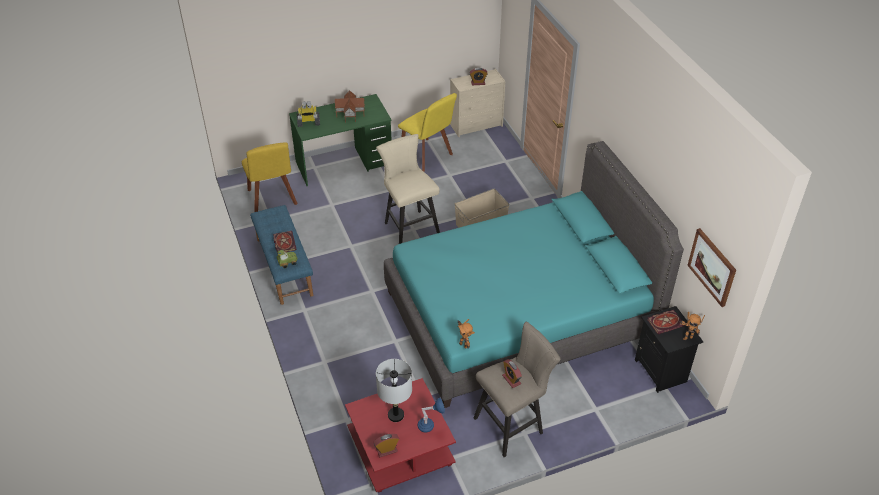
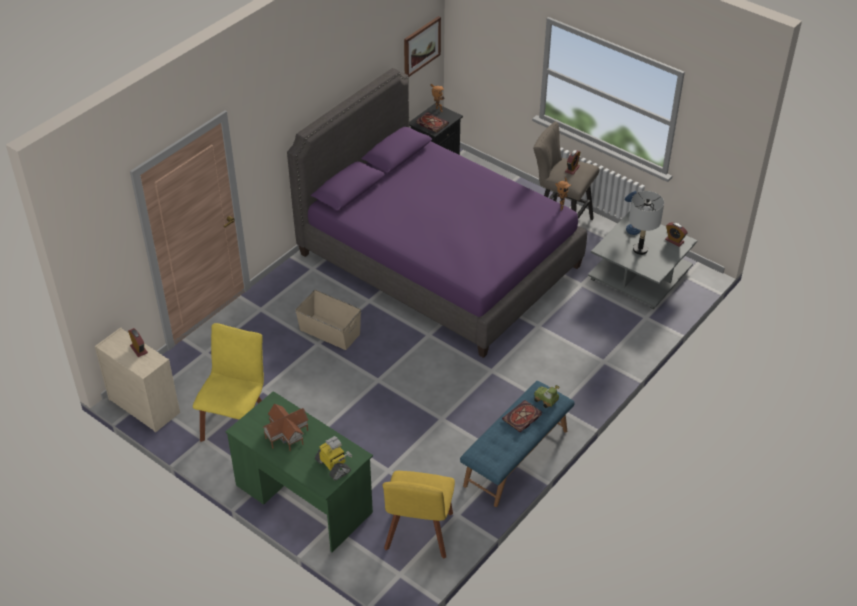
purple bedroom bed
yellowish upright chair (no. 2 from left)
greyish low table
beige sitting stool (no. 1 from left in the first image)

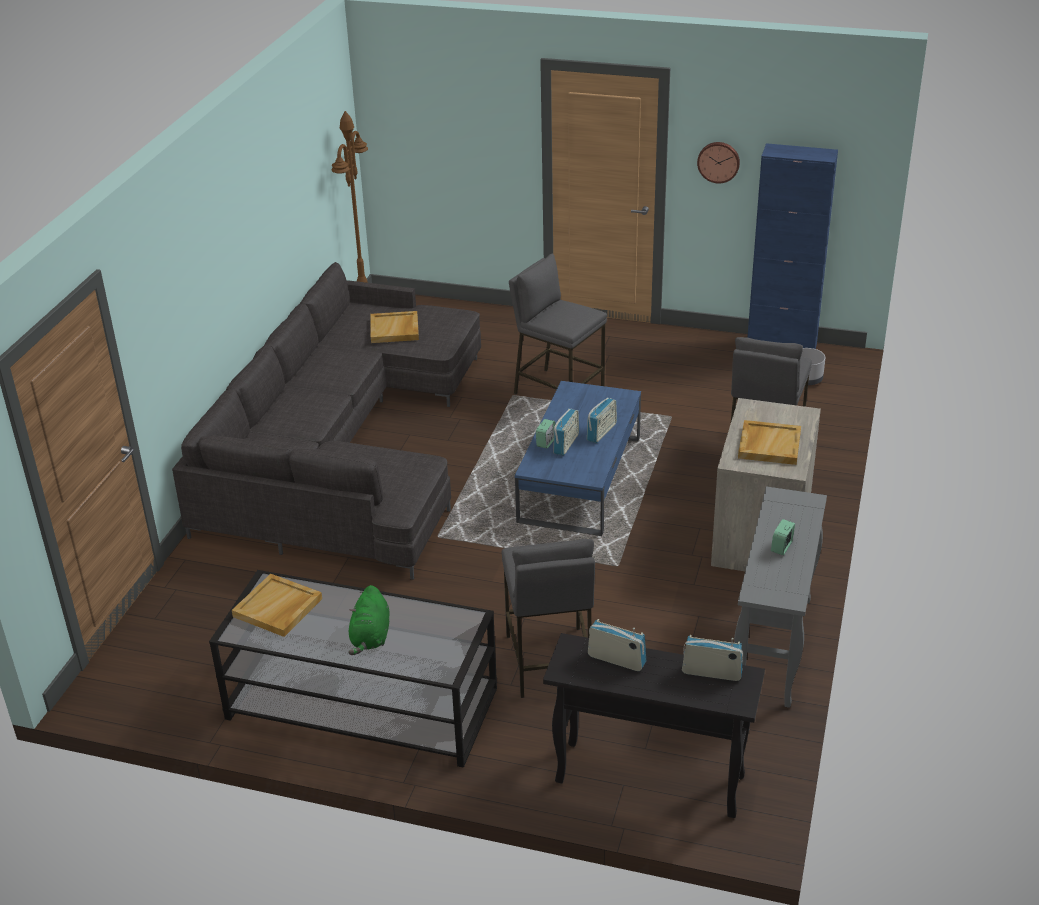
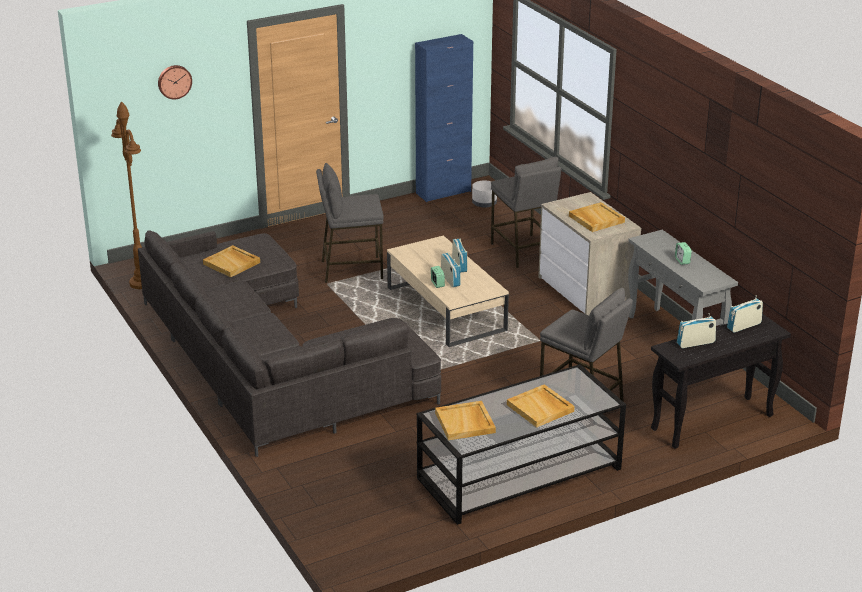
wall clock
beige low table
beige serving tray (no. 3 from left)

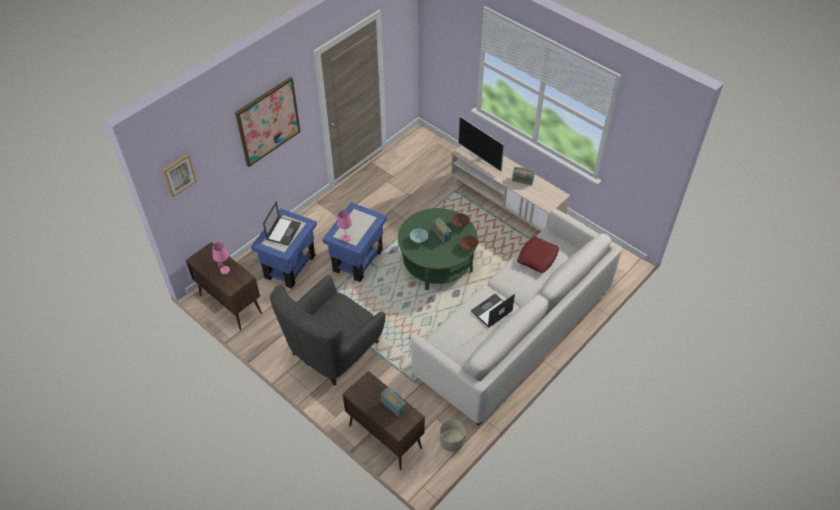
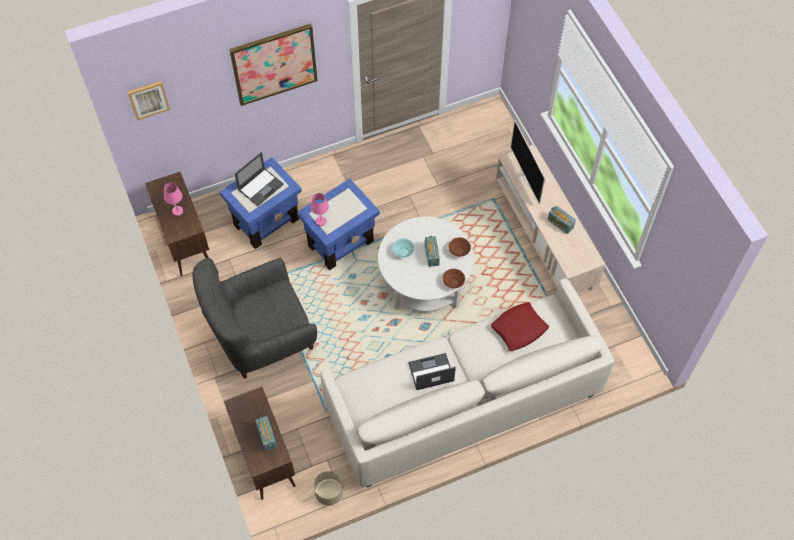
whitish low table

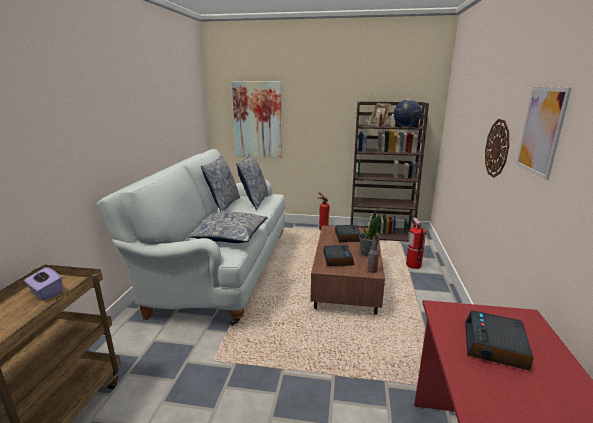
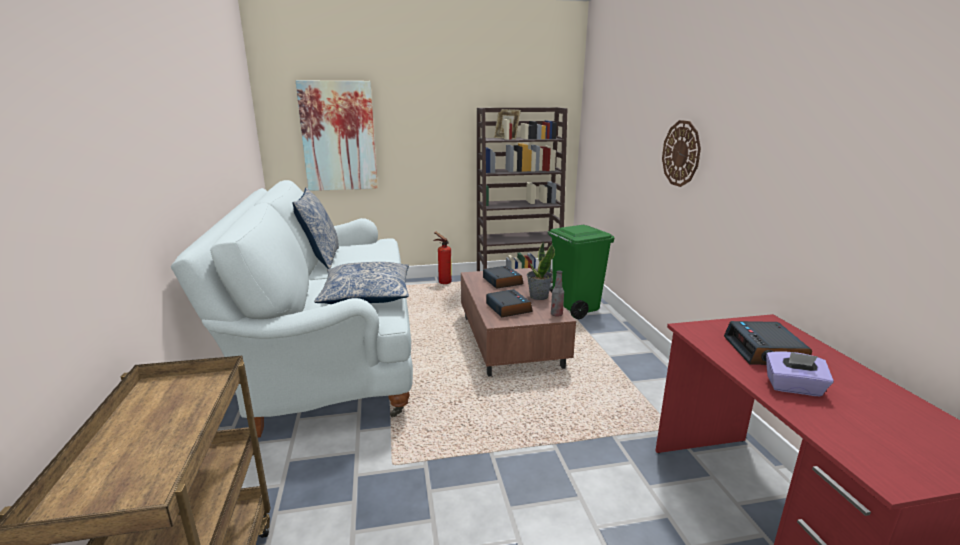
greenish rubbish bin
purple box of tissues
throw pillow (no. 3 from left in the first image)
desk globe
wall picture (no. 2 from left in the first image)

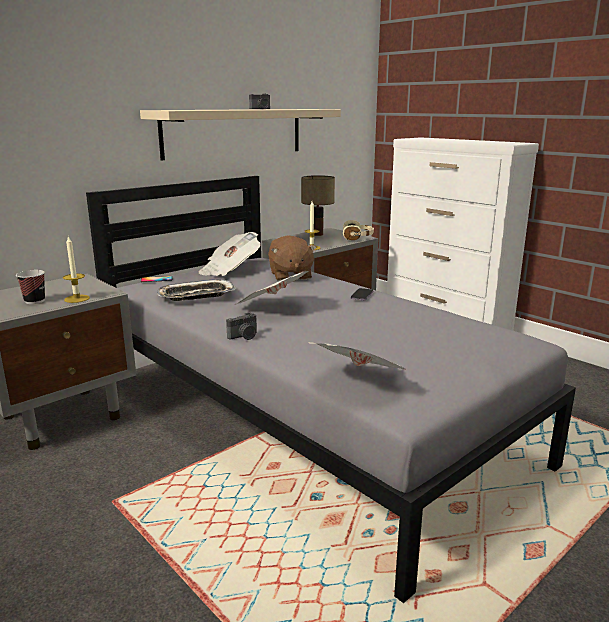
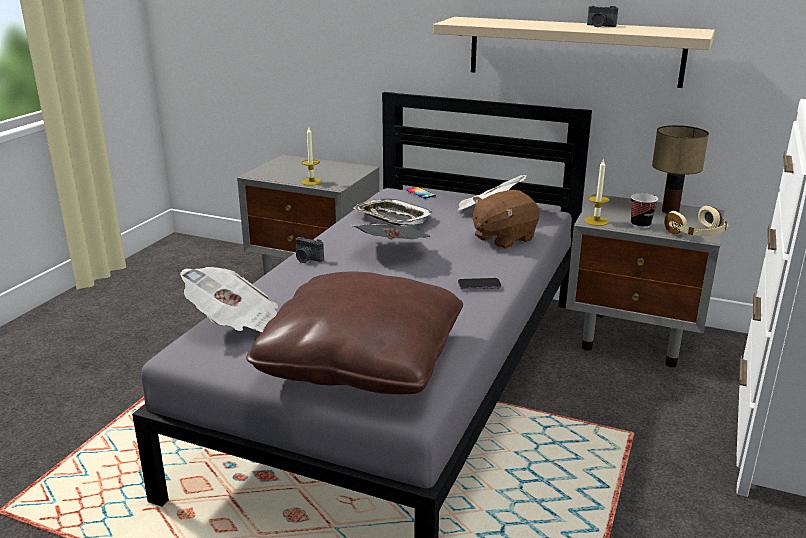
brown throw pillow
cup

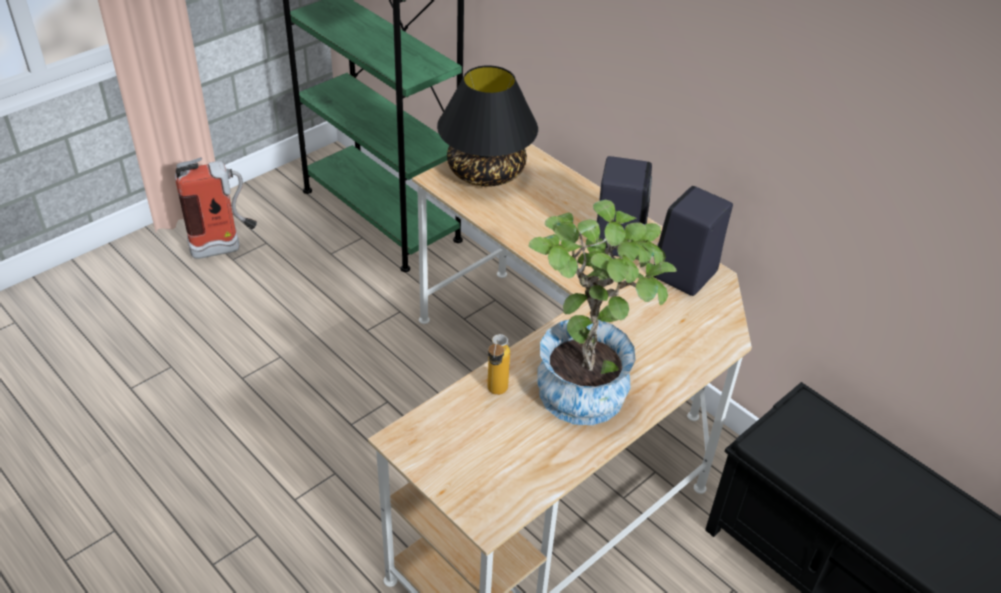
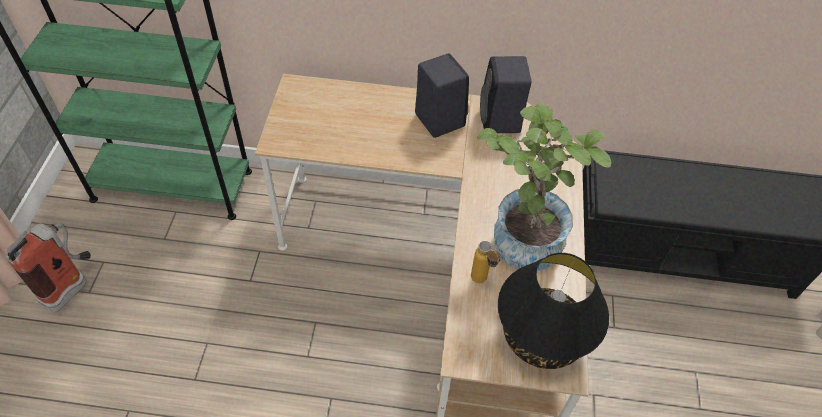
black lamp for a table

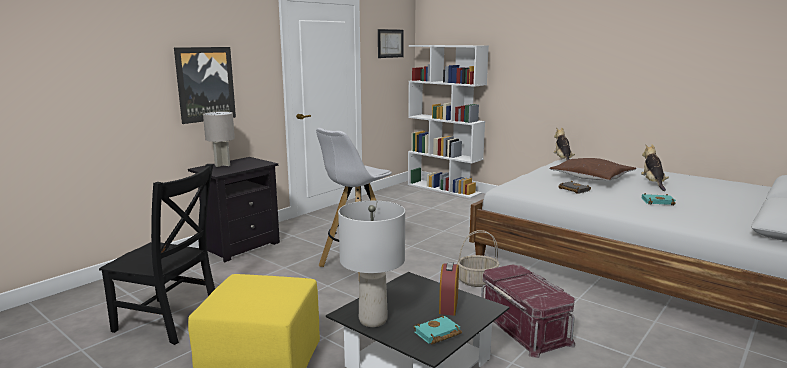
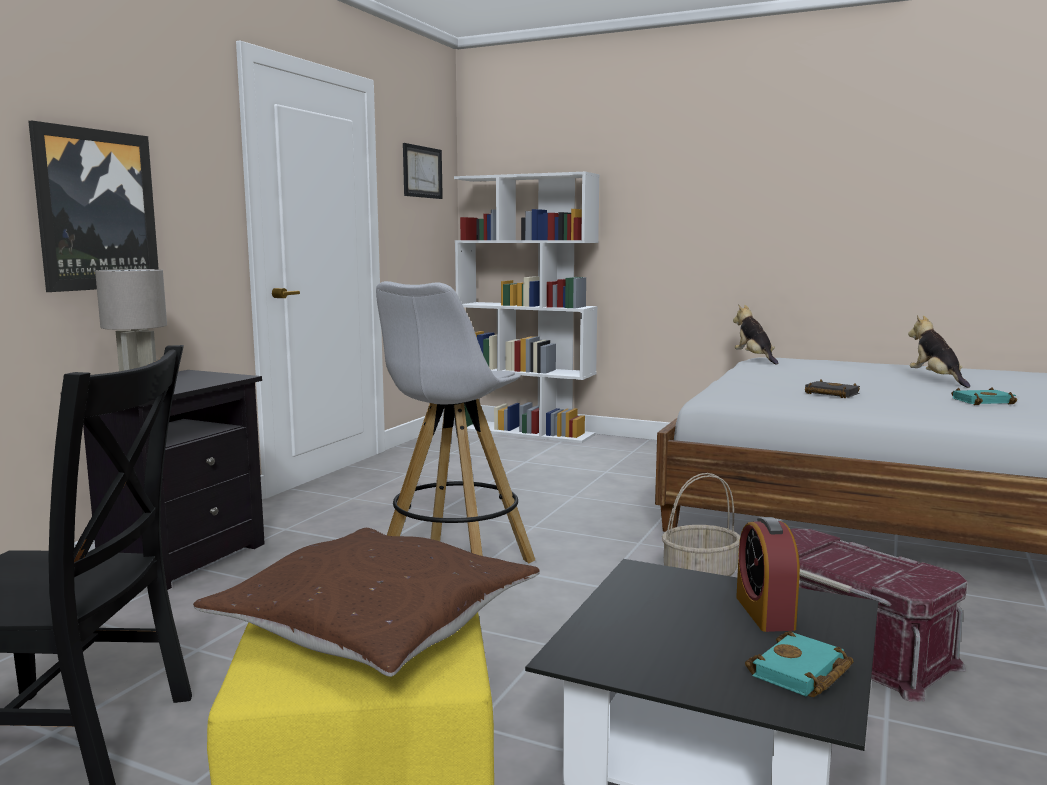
brown throw pillow
greyish lamp for a table (no. 2 from left in the first image)

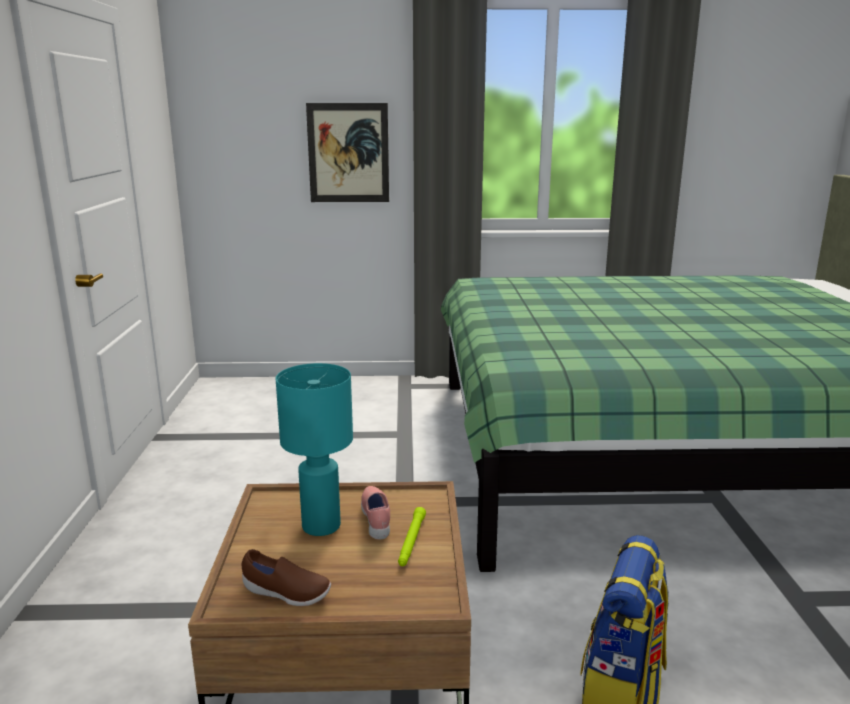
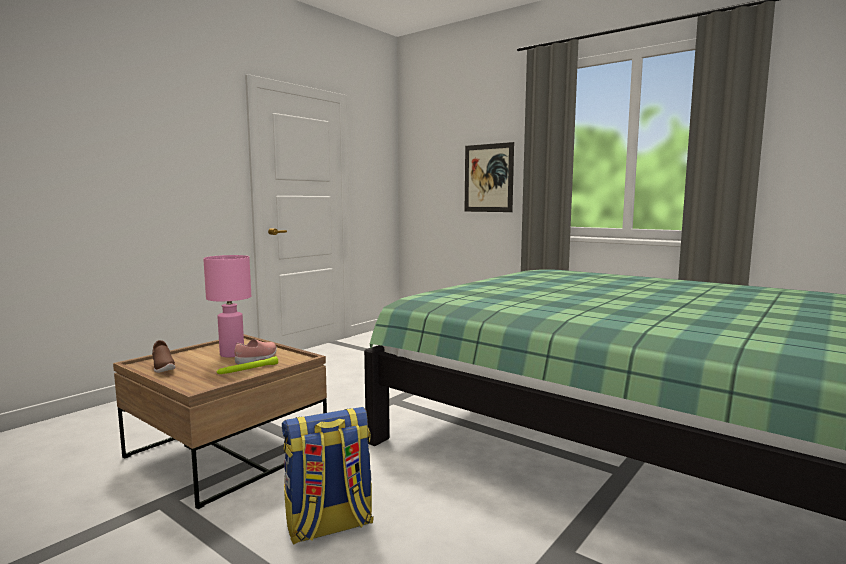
pink lamp for a table

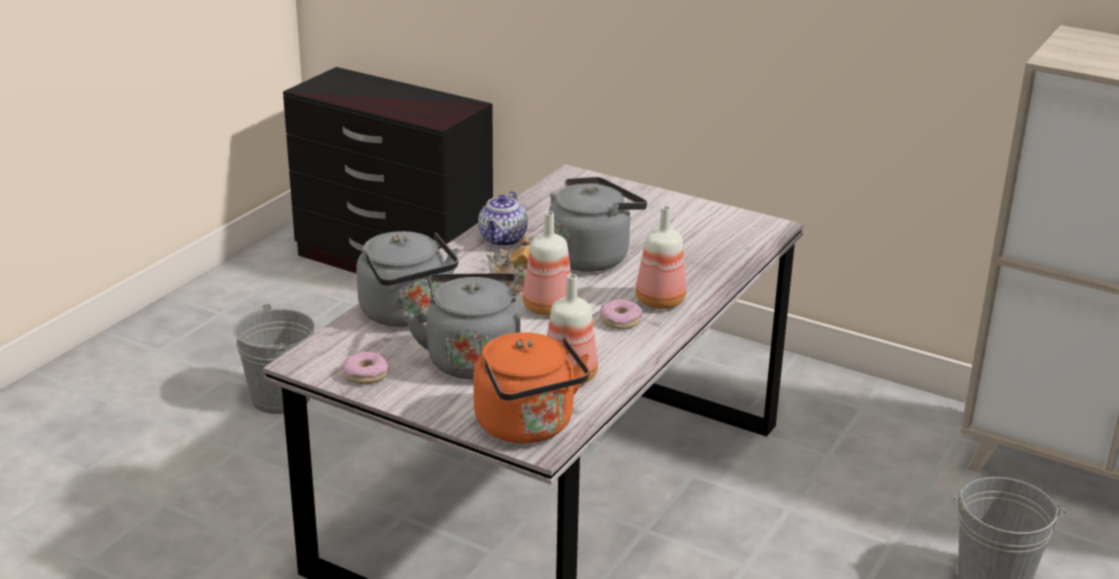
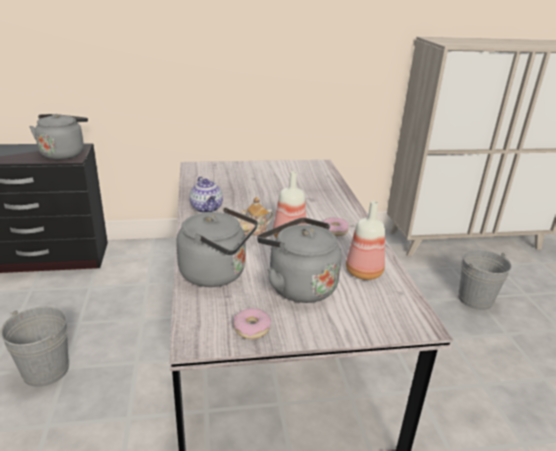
greyish kettle (no. 1 from left)
orange kettle
bottle (no. 3 from left in the first image)

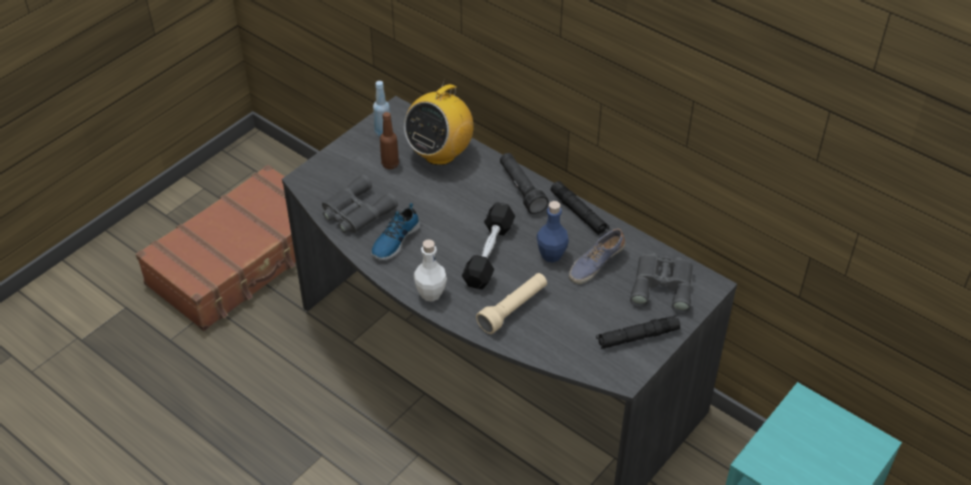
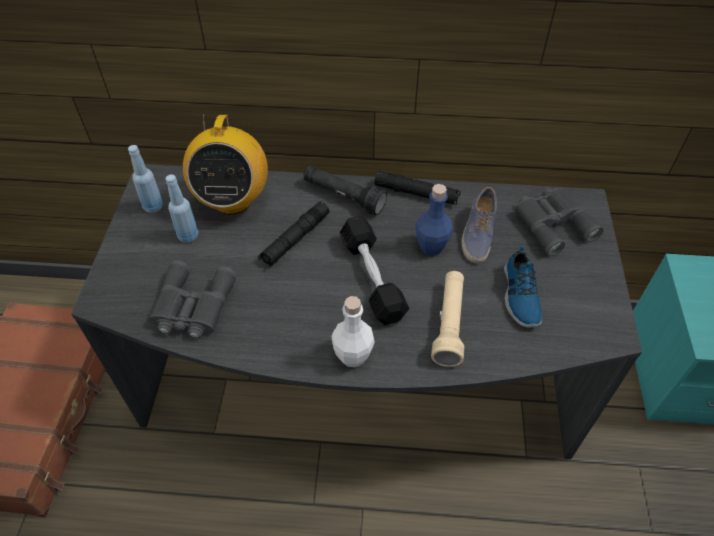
bluish bottle (no. 2 from left)
black hand torch (no. 1 from left)
low shoe (no. 2 from left)

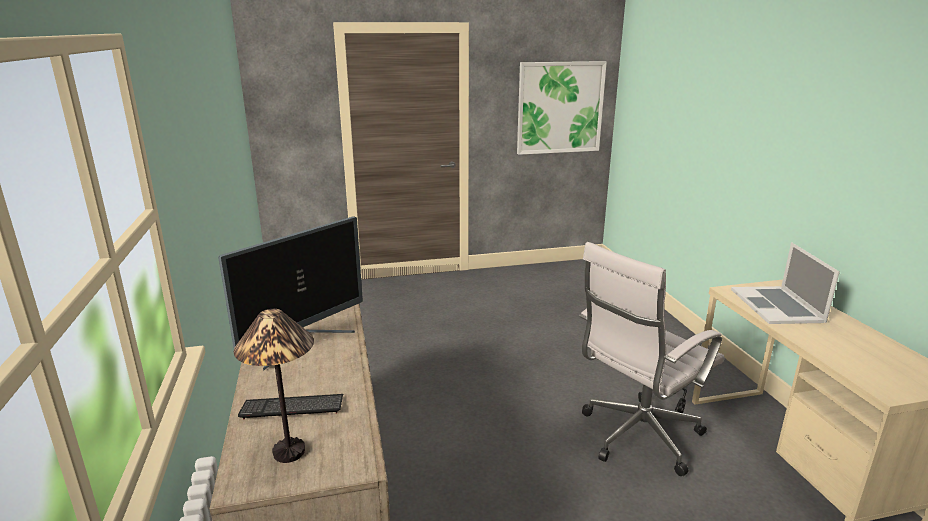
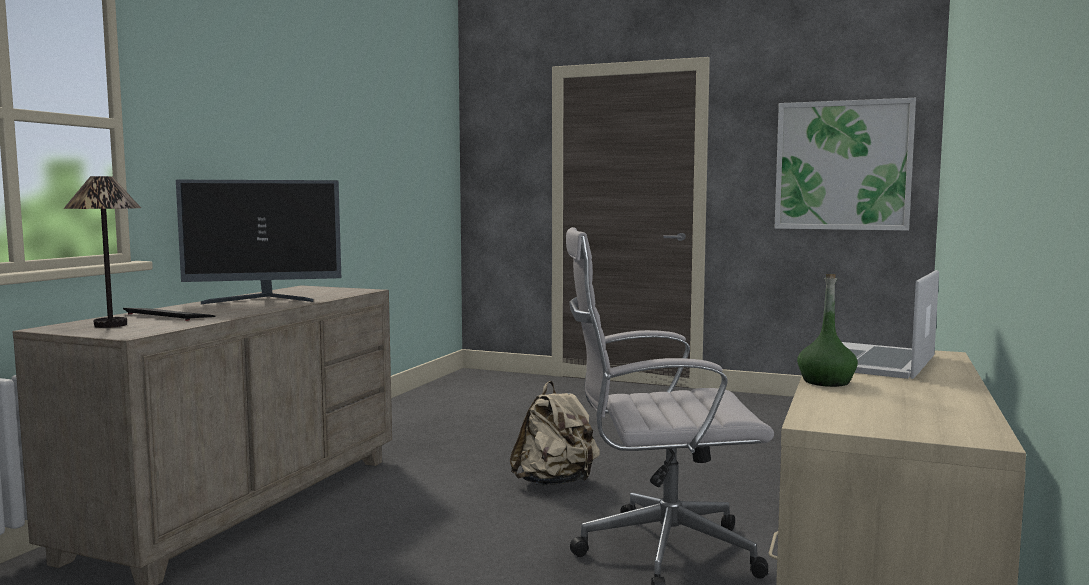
beige rucksack
greenish bottle

